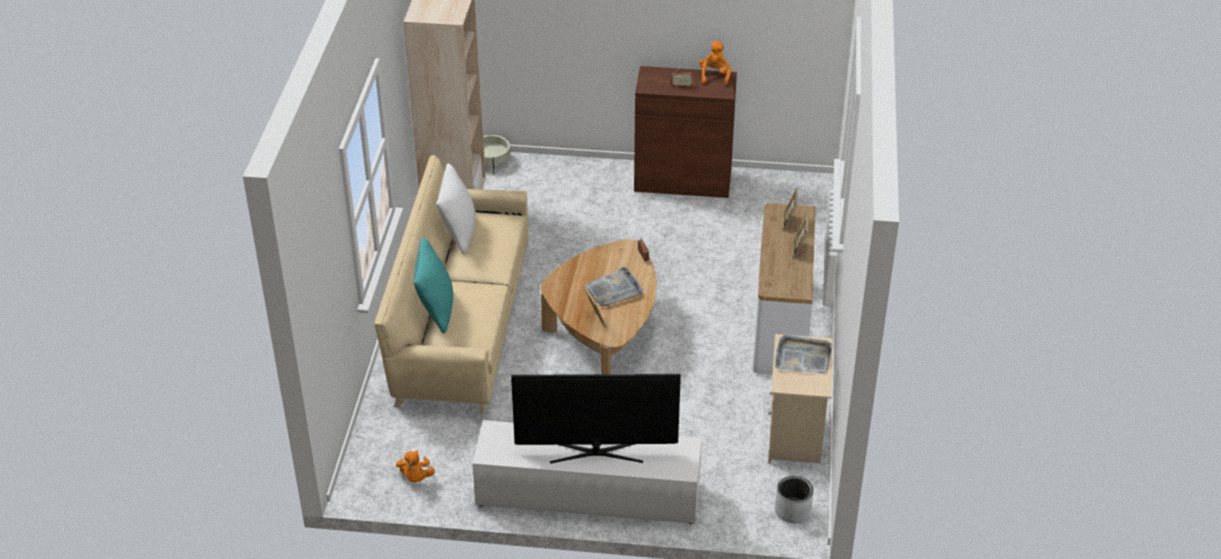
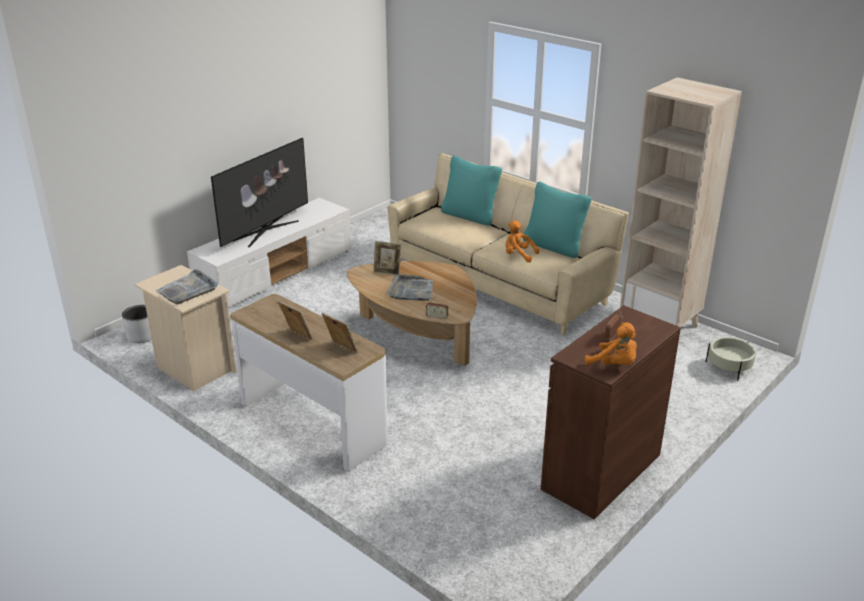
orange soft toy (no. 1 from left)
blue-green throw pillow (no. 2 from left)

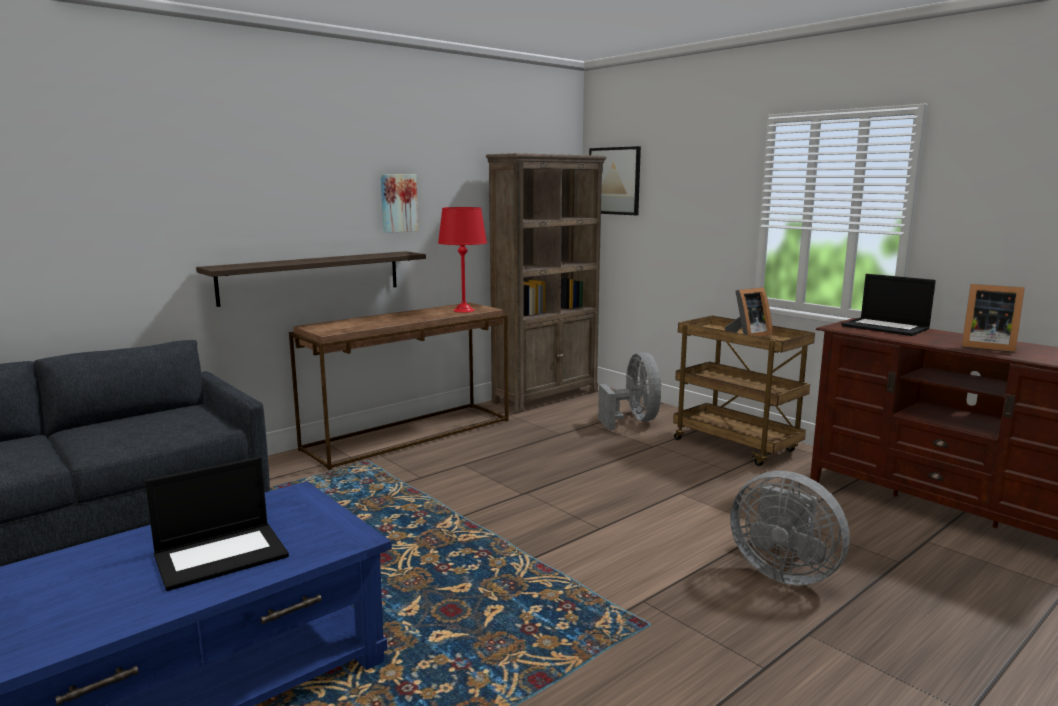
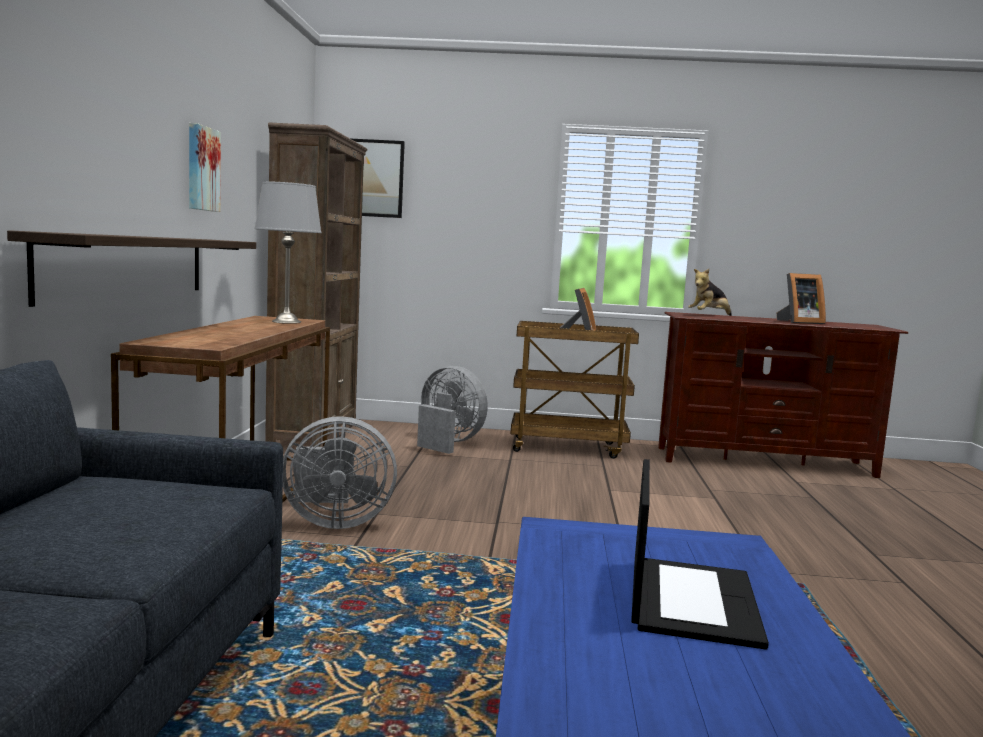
greyish lamp for a table
greyish fan (no. 1 from left)
soft toy

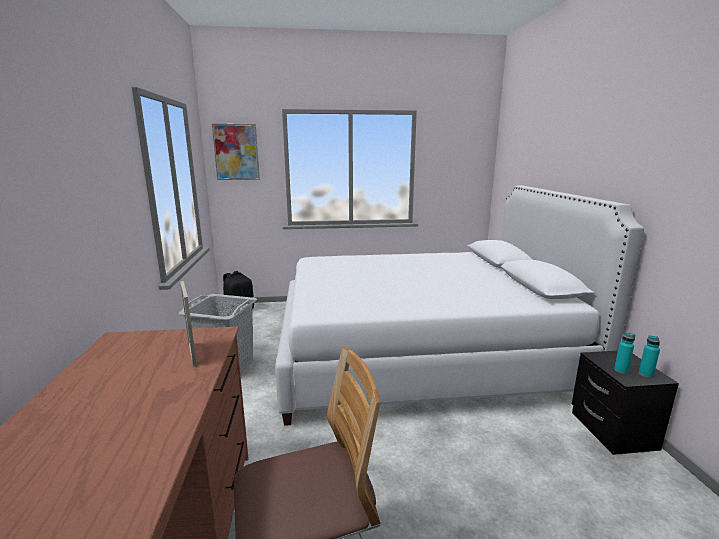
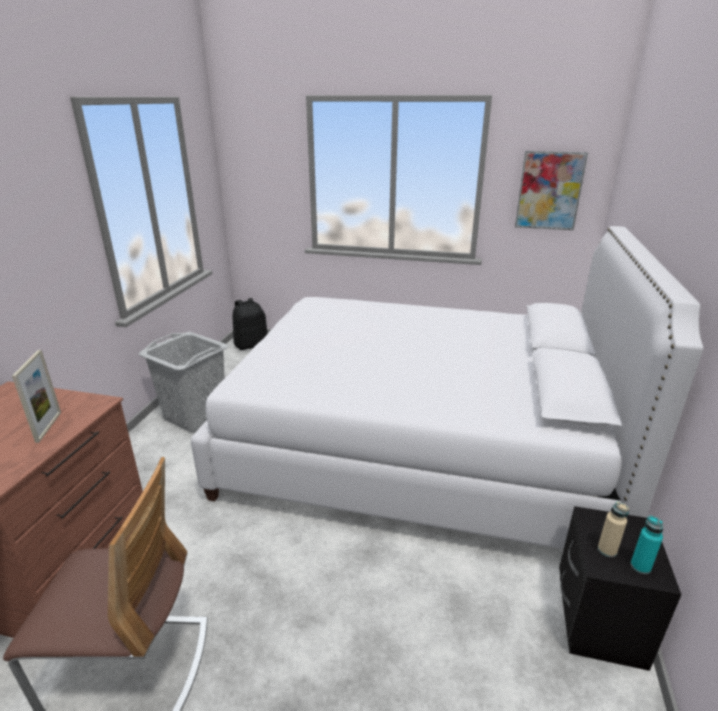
wall picture
beige bottle

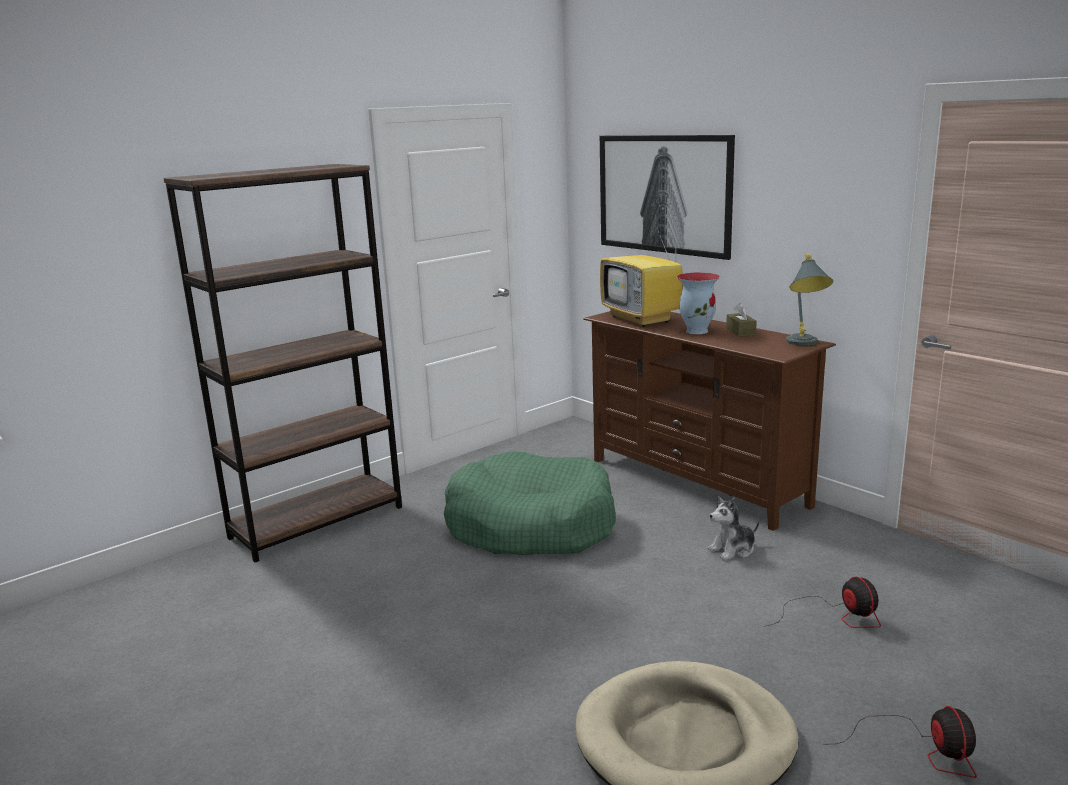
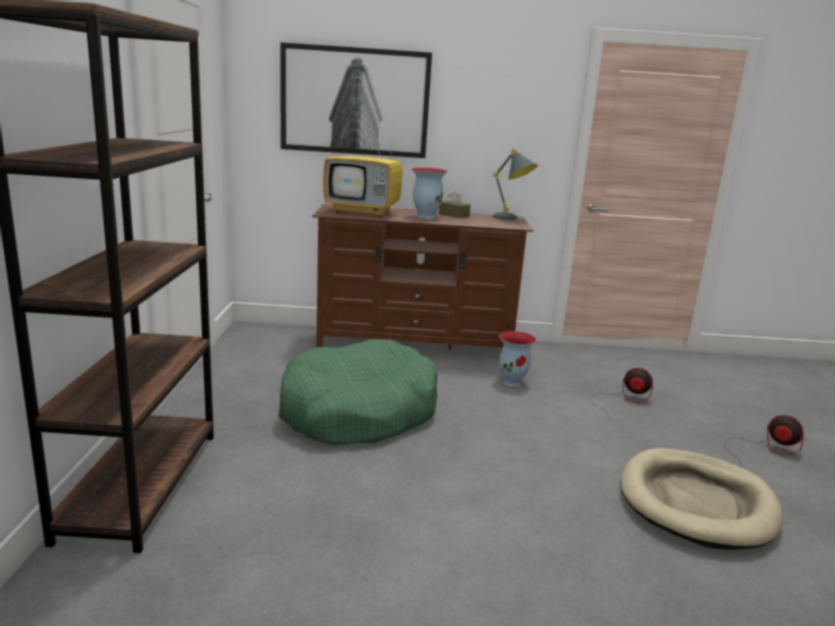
vase (no. 2 from left)

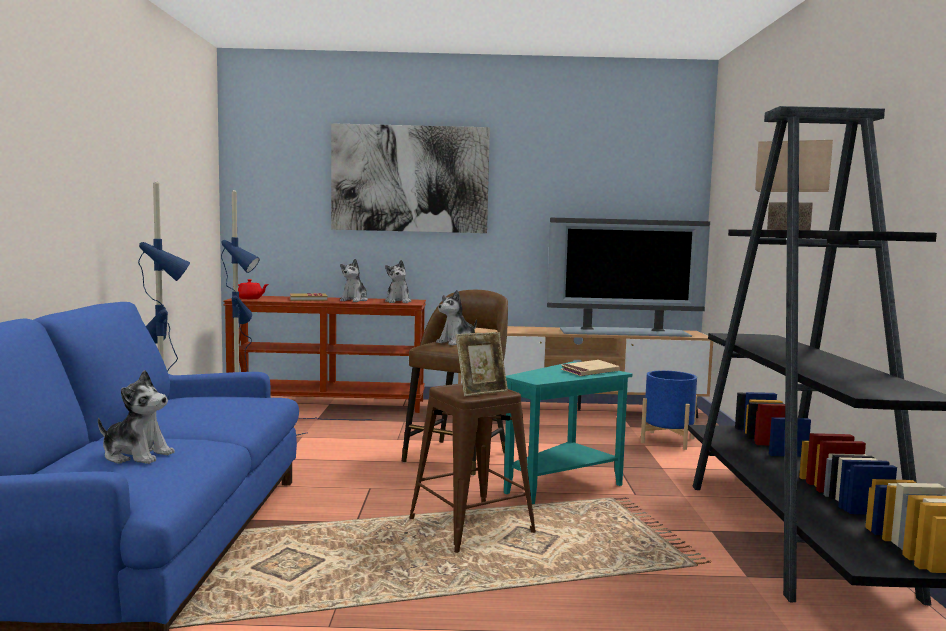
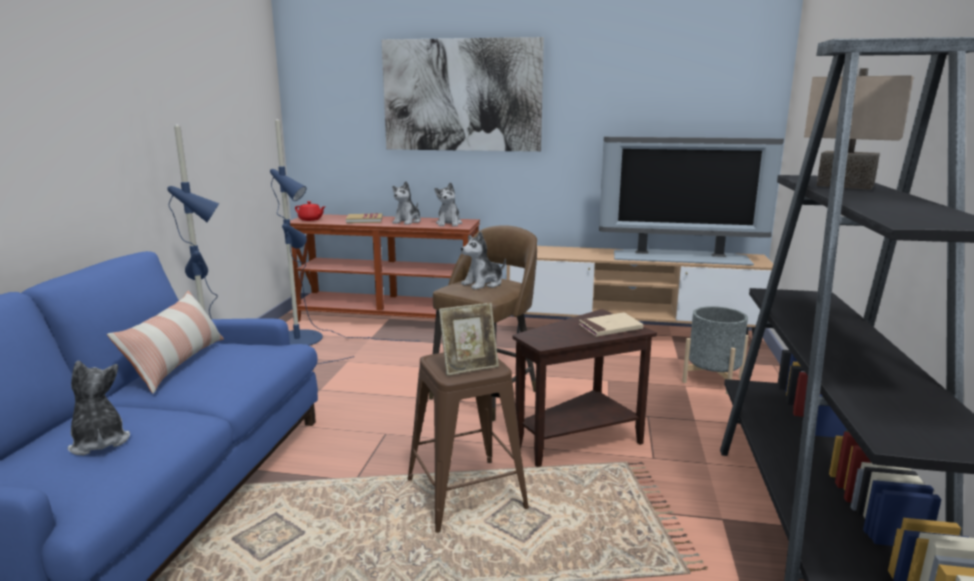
soft toy (no. 1 from left)
throw pillow
brown accent table
greyish plant pot

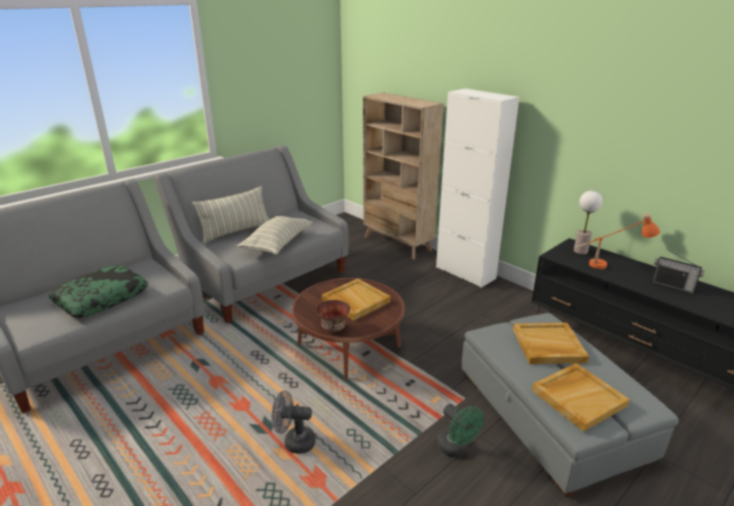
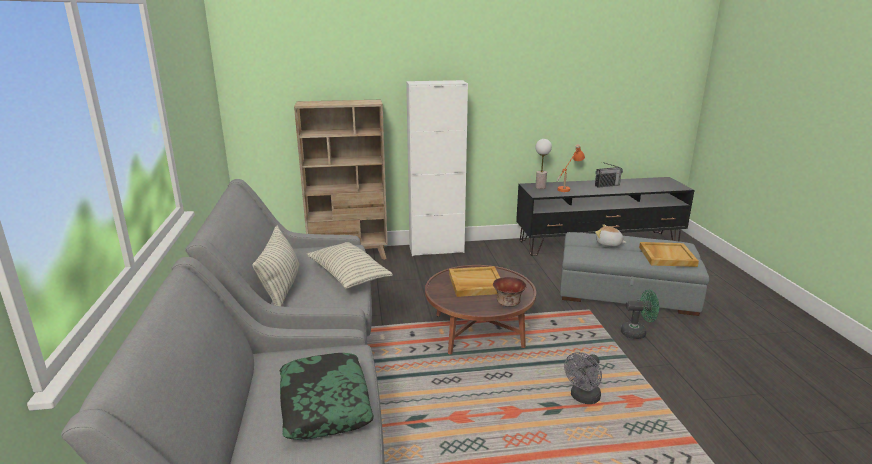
soft toy

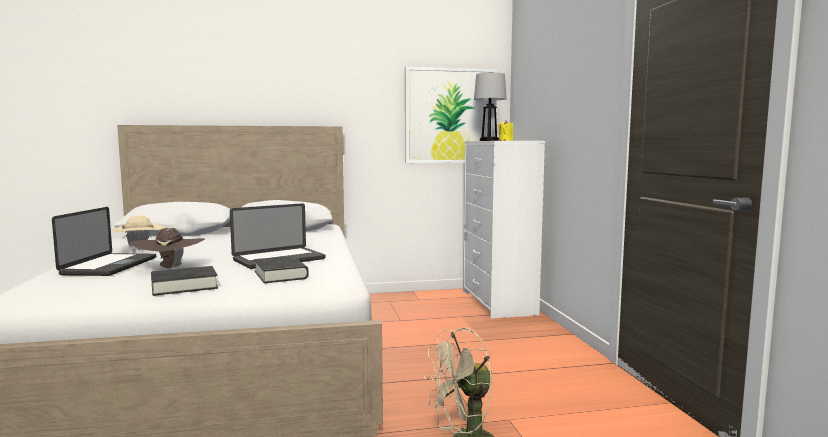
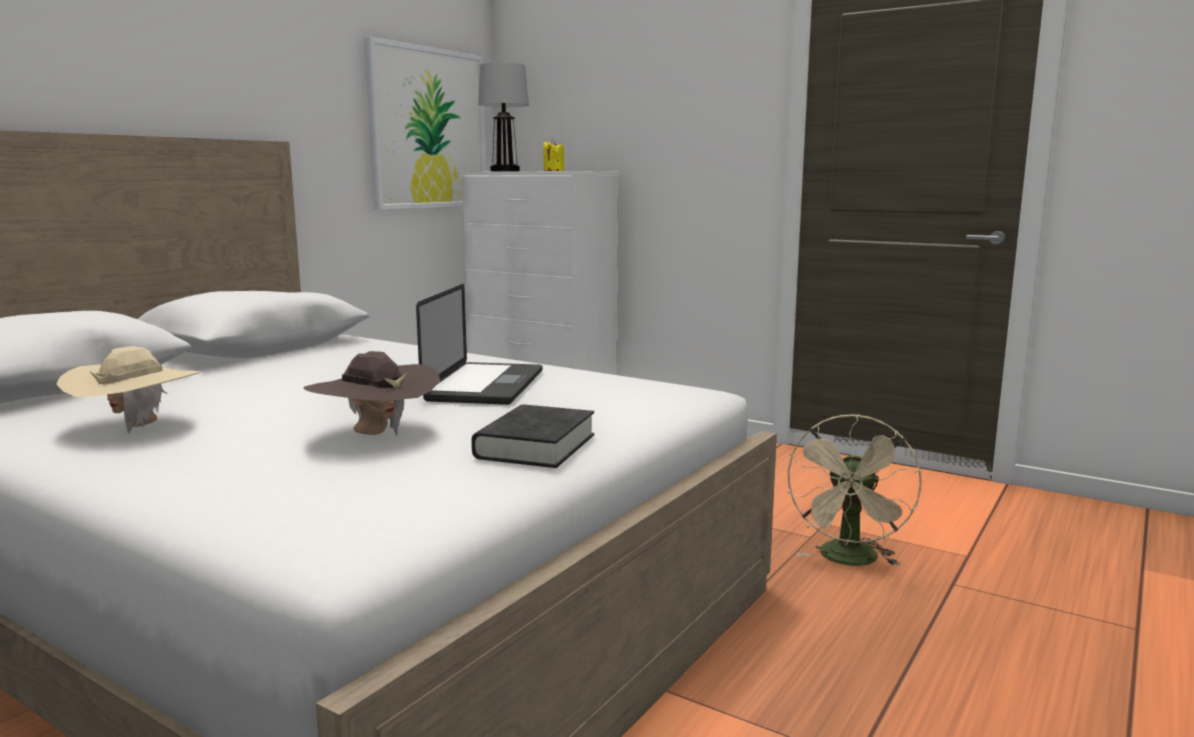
notebook computer (no. 1 from left in the first image)
black volume (no. 2 from left in the first image)

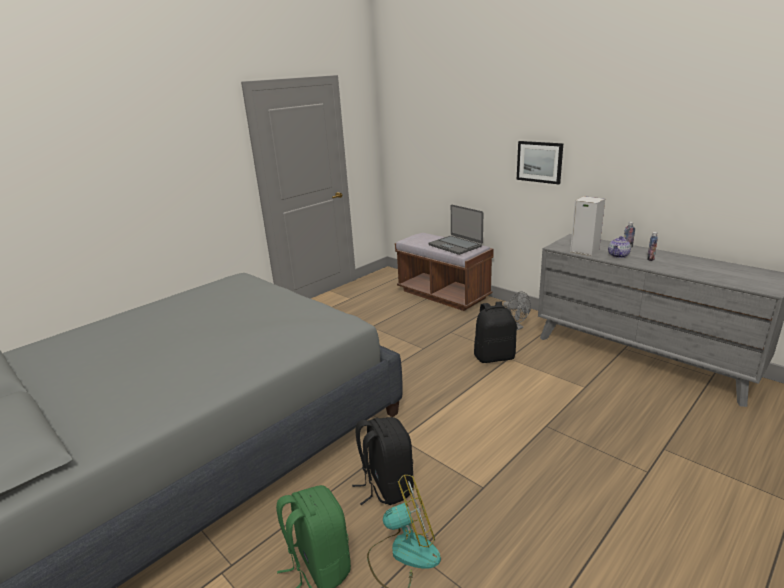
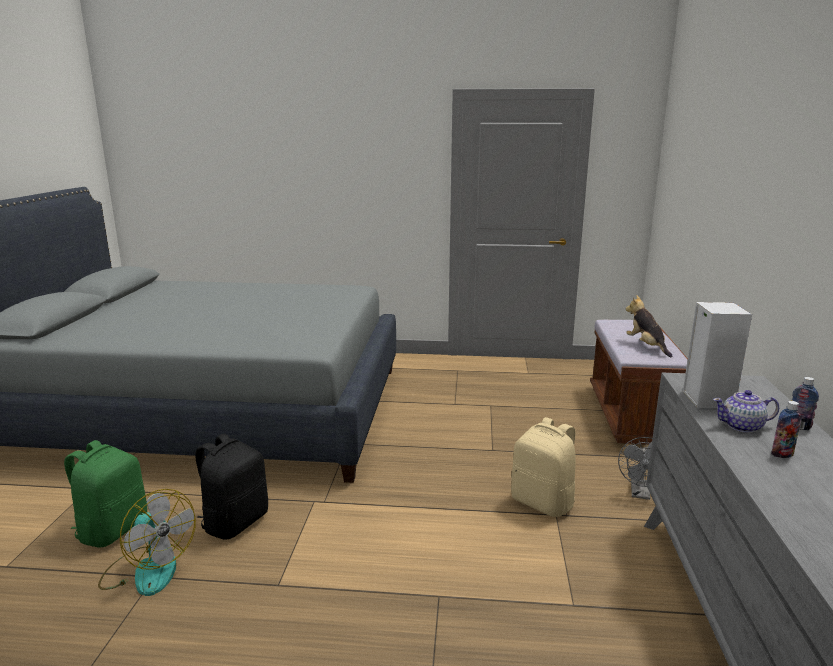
beige rucksack
soft toy
wall picture

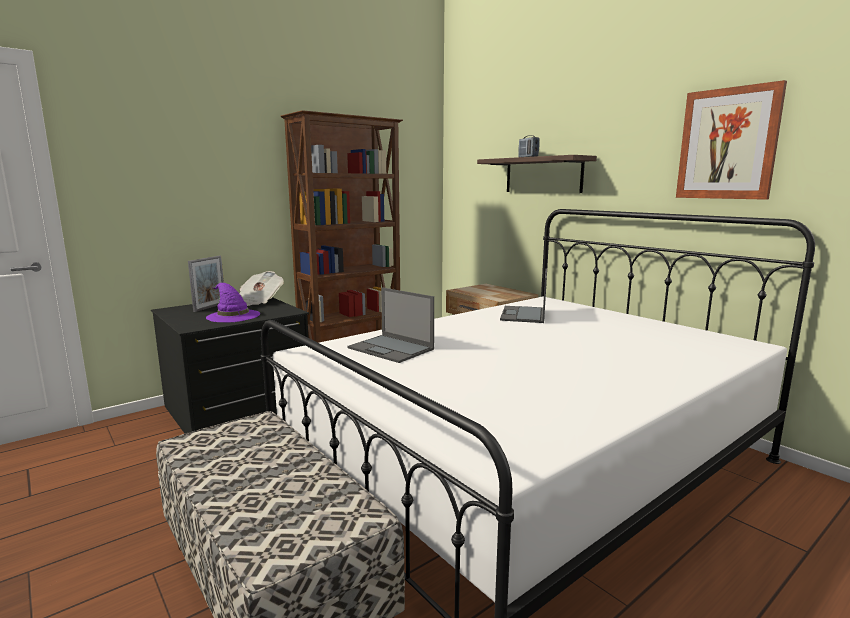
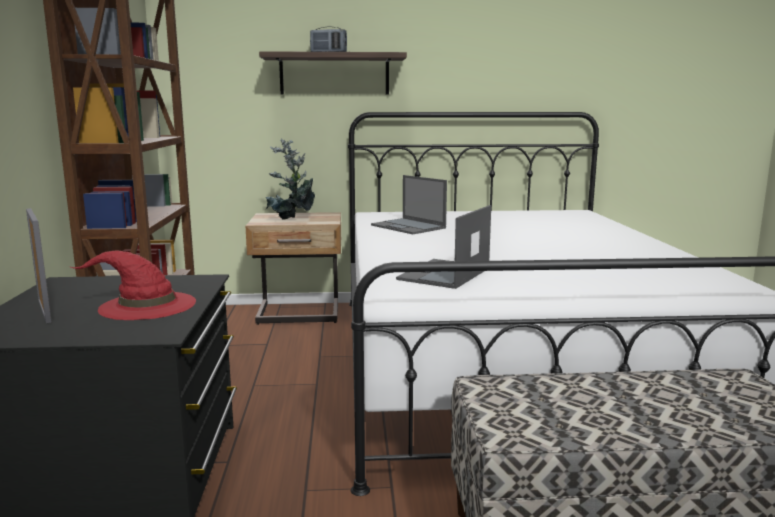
reddish hat
houseplant
notebook computer (no. 2 from left)
daily paper
wall picture

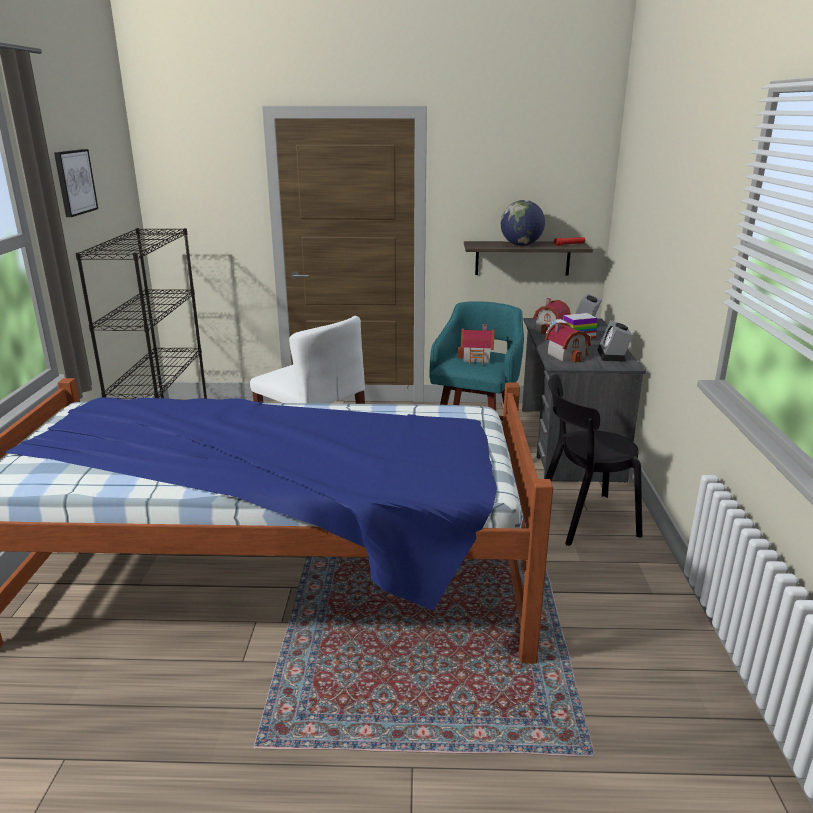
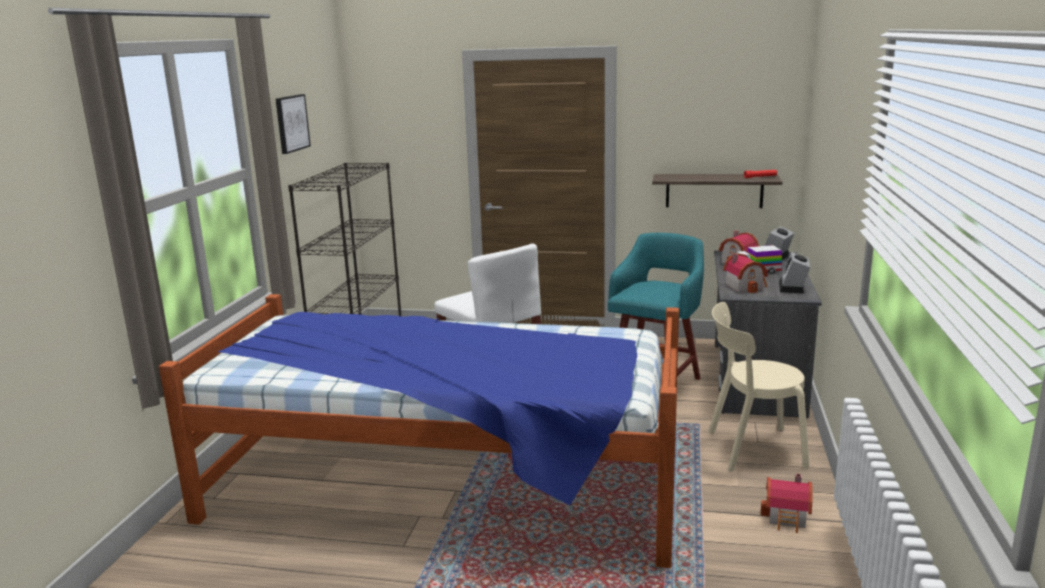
beige upright chair
miniature house (no. 3 from left)
desk globe

